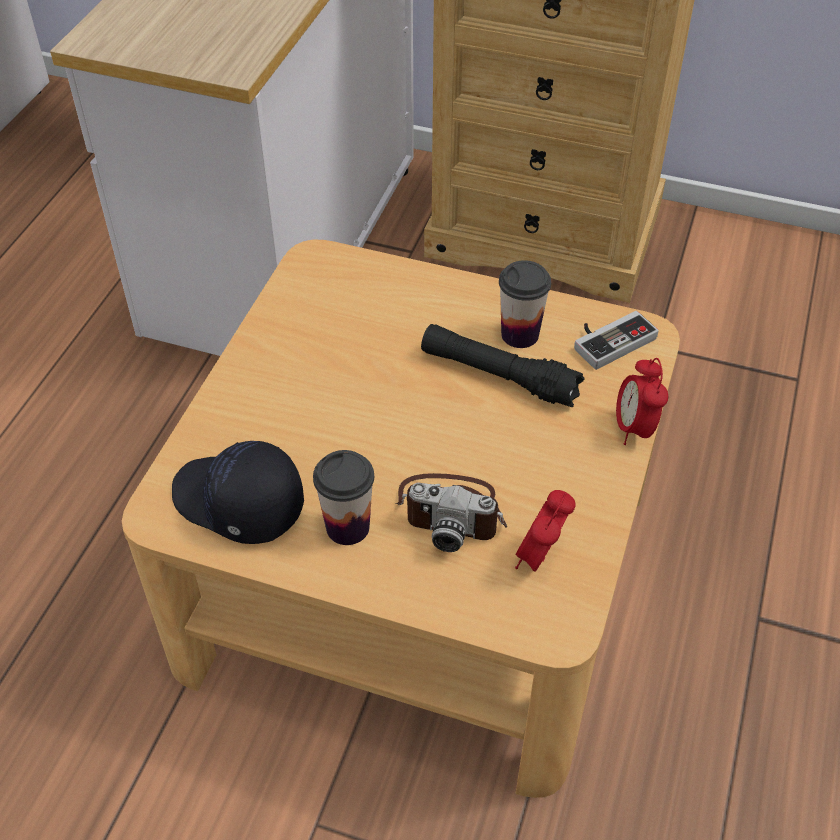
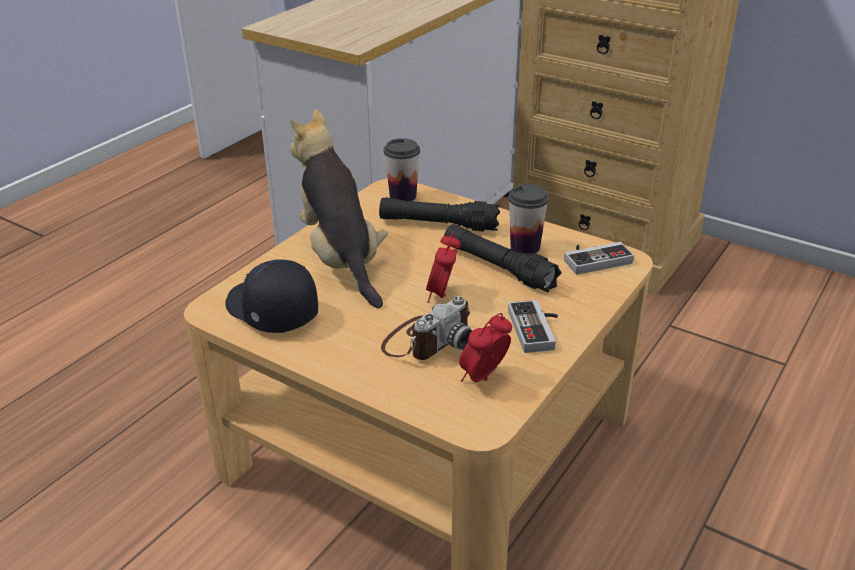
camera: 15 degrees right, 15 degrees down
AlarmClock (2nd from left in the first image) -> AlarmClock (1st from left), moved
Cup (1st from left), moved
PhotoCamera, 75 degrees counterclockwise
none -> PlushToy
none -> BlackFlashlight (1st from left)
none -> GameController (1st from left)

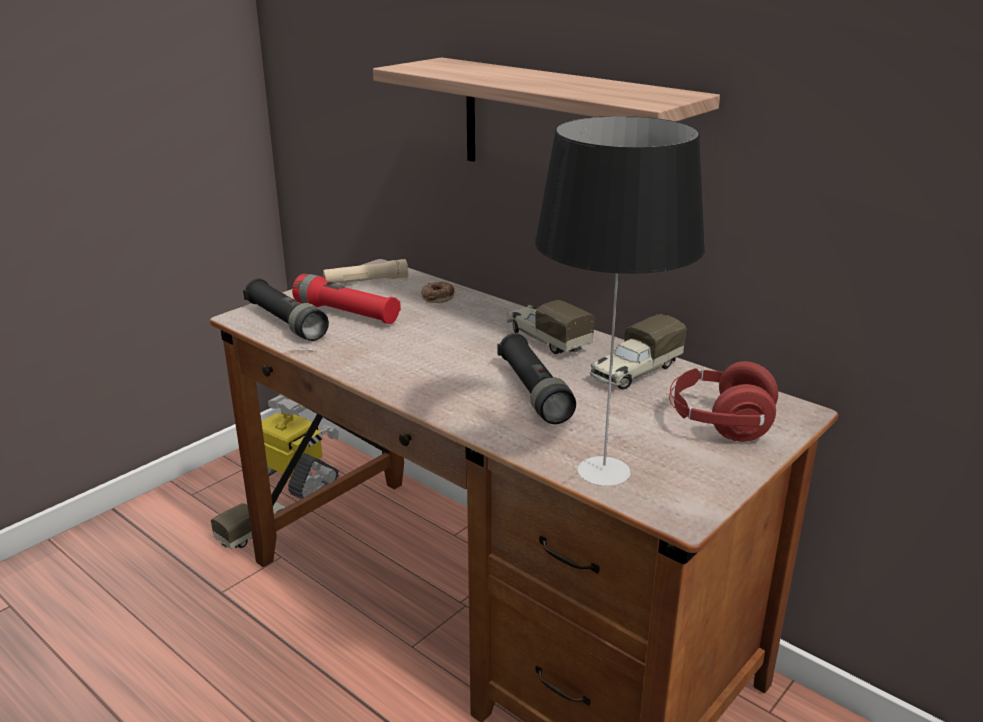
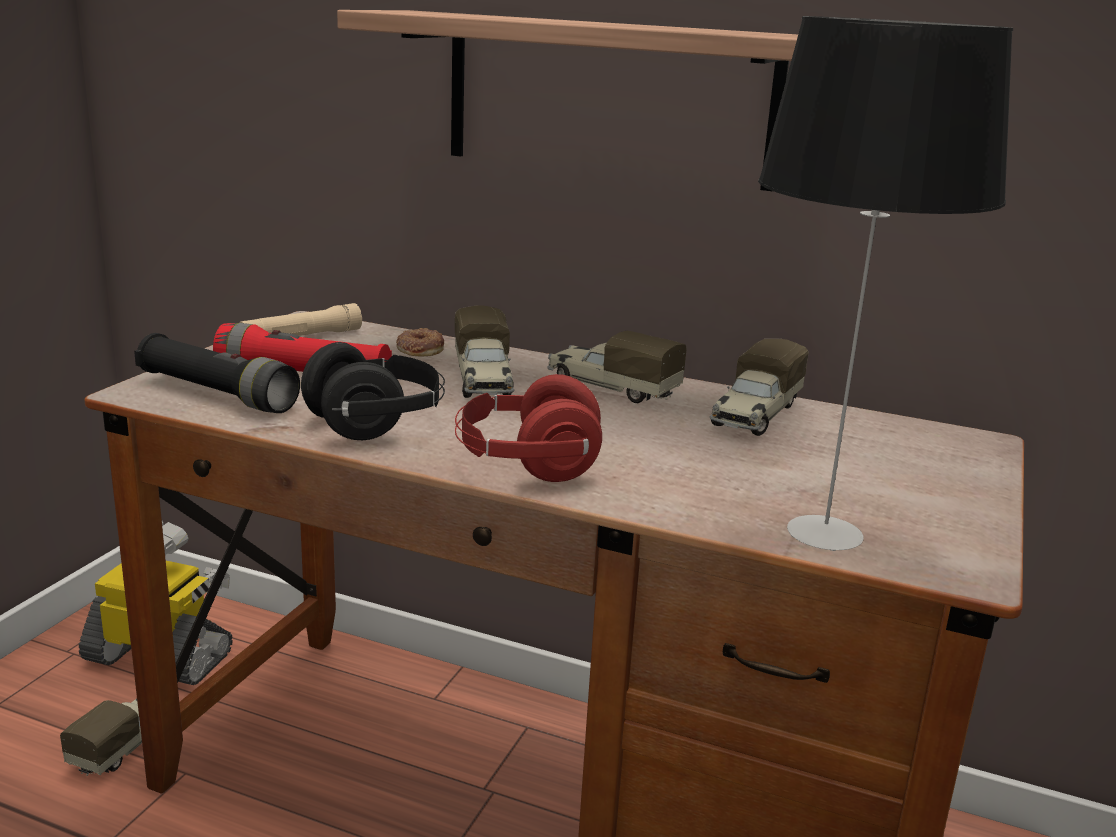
camera: 20 degrees left, 5 degrees down
BlackFlashlight (2nd from left) -> none
RedHeadphones, moved
none -> ToyTruck (2nd from left)
none -> BlackHeadphones

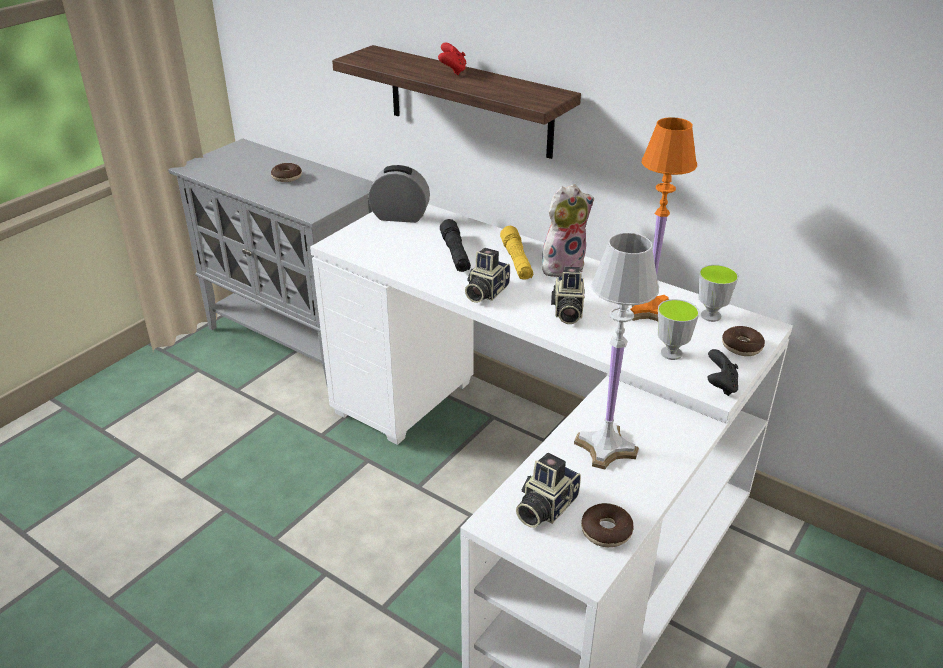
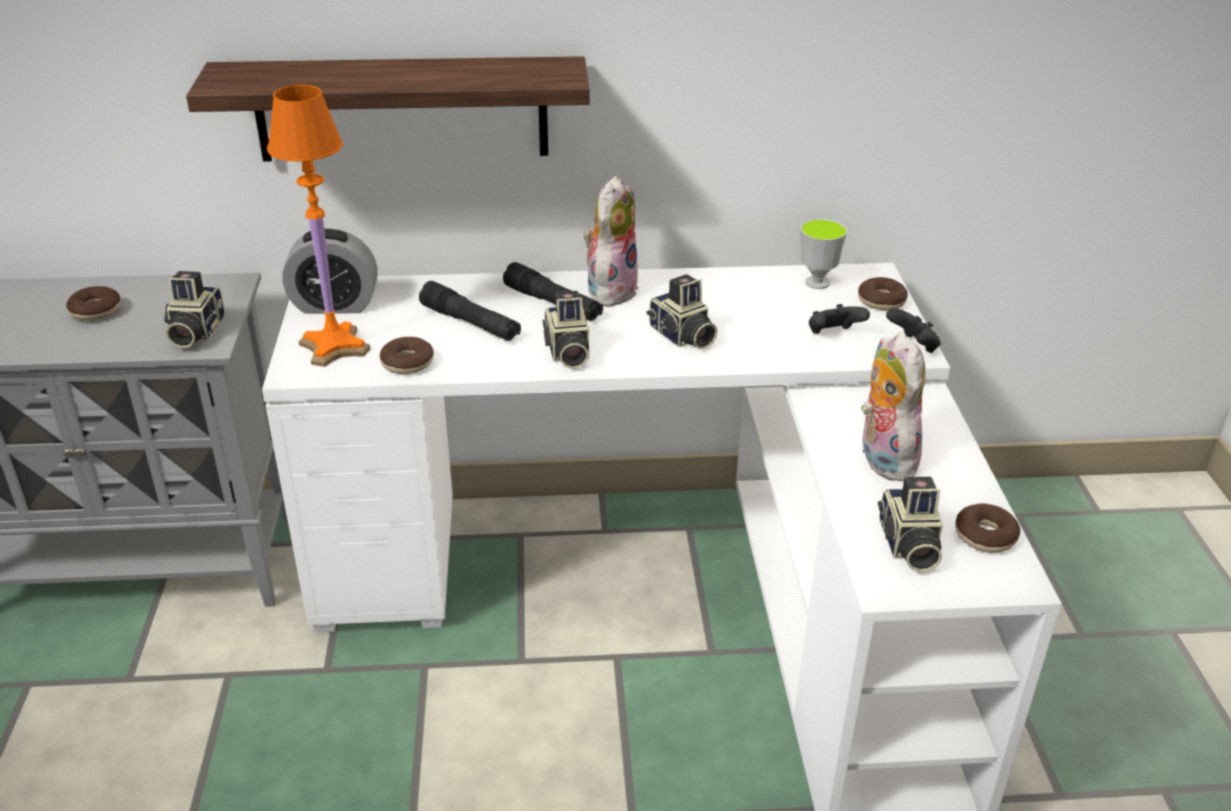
camera: 40 degrees left, 0 degrees up
RedGameController -> none
OrangeTableLamp, moved
AlarmClock, 150 degrees counterclockwise
YellowFlashlight -> BlackFlashlight (2nd from left)
WhiteTableLamp -> PlushToy (2nd from left)
Cup (1st from left) -> BlackGameController (1st from left)
none -> PhotoCamera (1st from left)
none -> Donut (2nd from left)

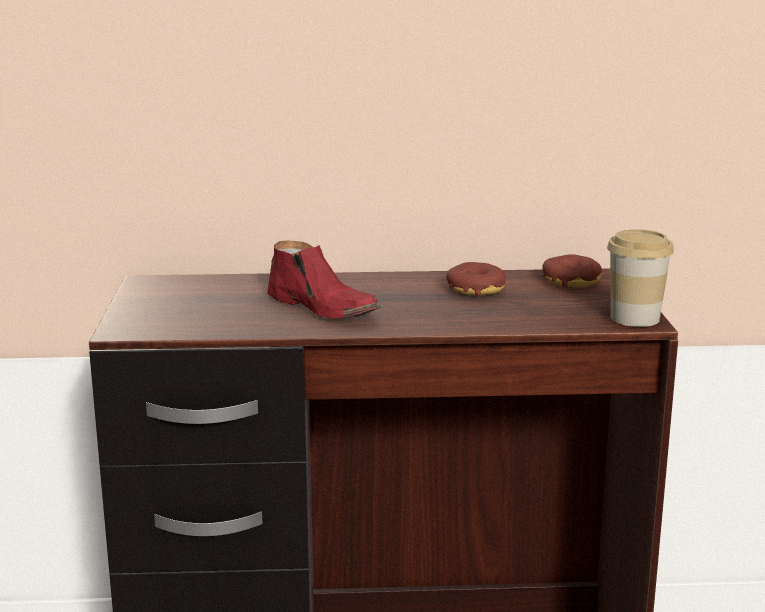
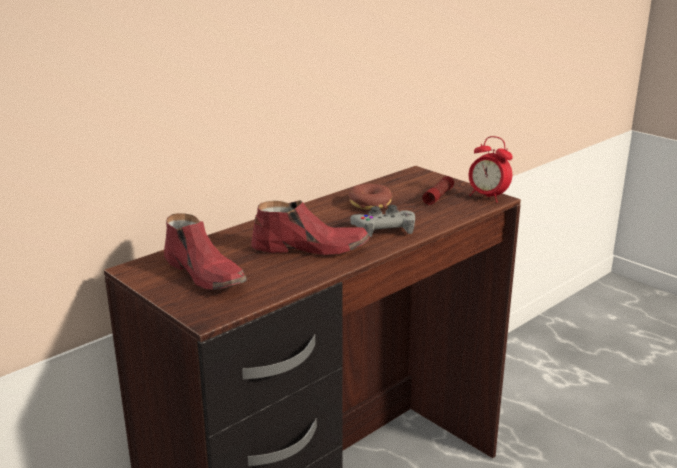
camera: 40 degrees left, 5 degrees up
Cup -> AlarmClock
Donut (2nd from left) -> none
none -> Flashlight
none -> GreyGameController
none -> RedShoe (1st from left)

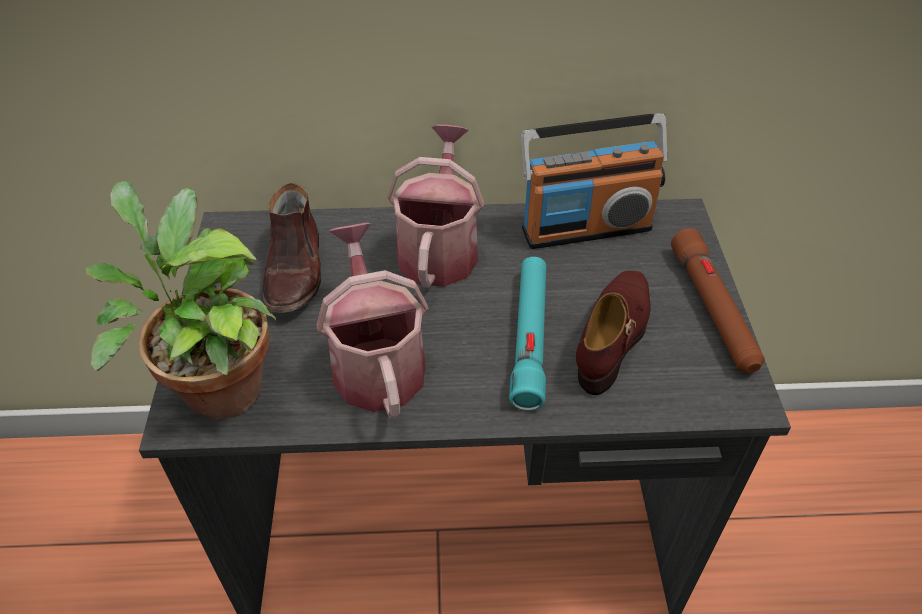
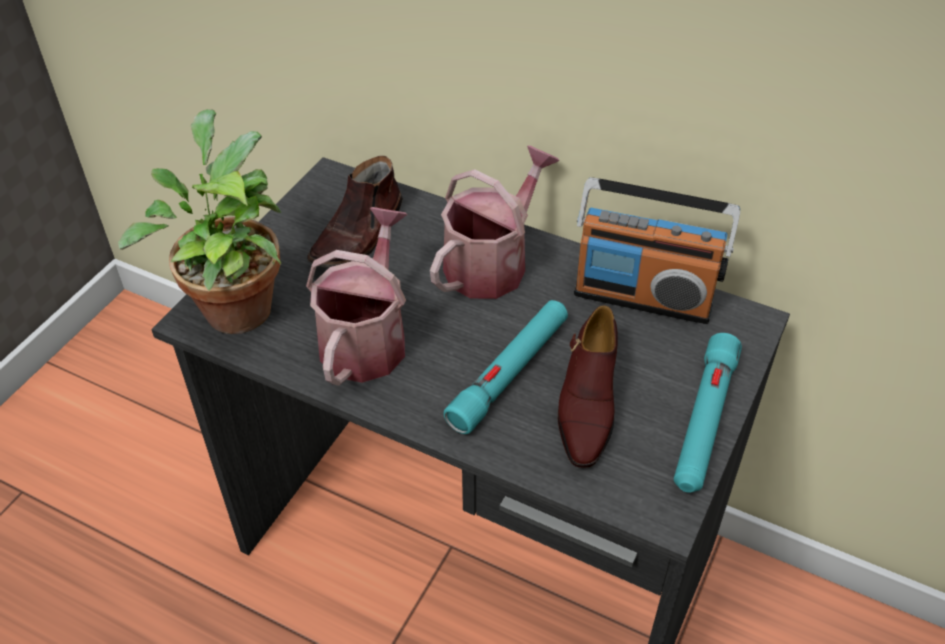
camera: 30 degrees right, 0 degrees up
BrownFlashlight -> TurquoiseFlashlight (2nd from left)
BrownShoe (2nd from left), 135 degrees clockwise

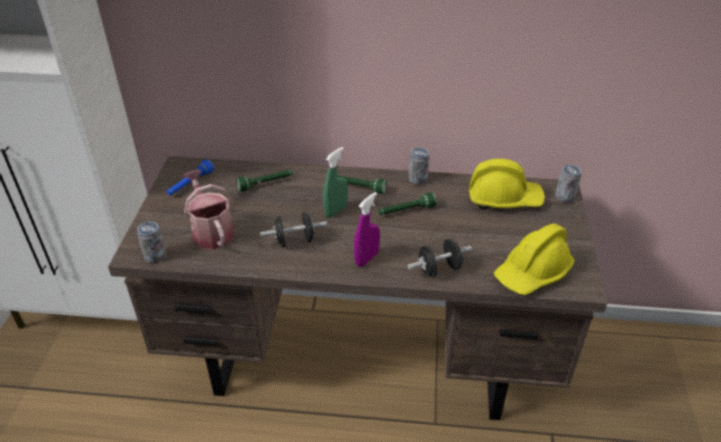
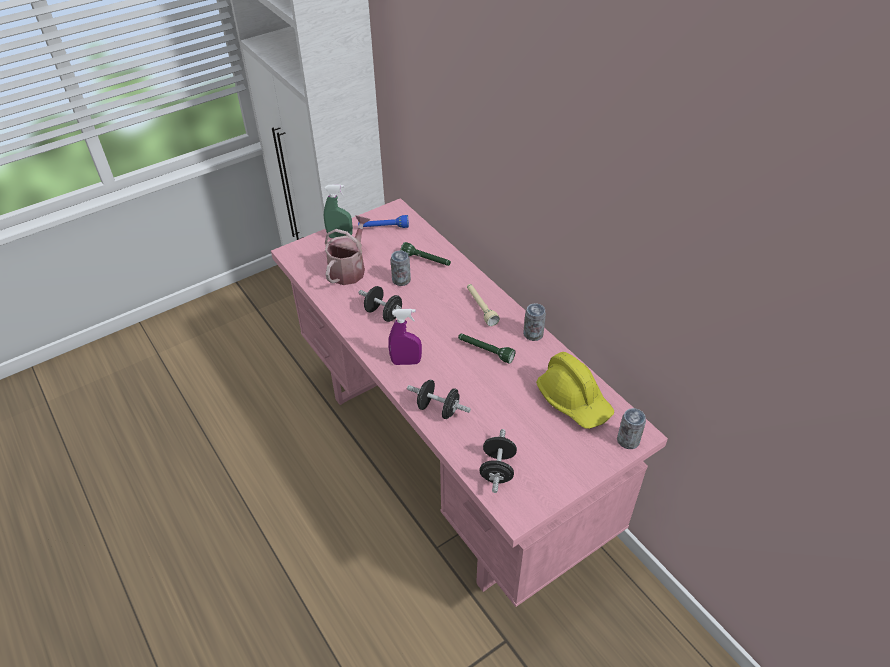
camera: 50 degrees right, 5 degrees up
GreenSprayBottle, moved
BrownDesk -> PinkDesk
GreenFlashlight (2nd from left) -> BeigeFlashlight
Can (1st from left), moved
YellowHardHat (2nd from left) -> BlackDumbbell (3rd from left)

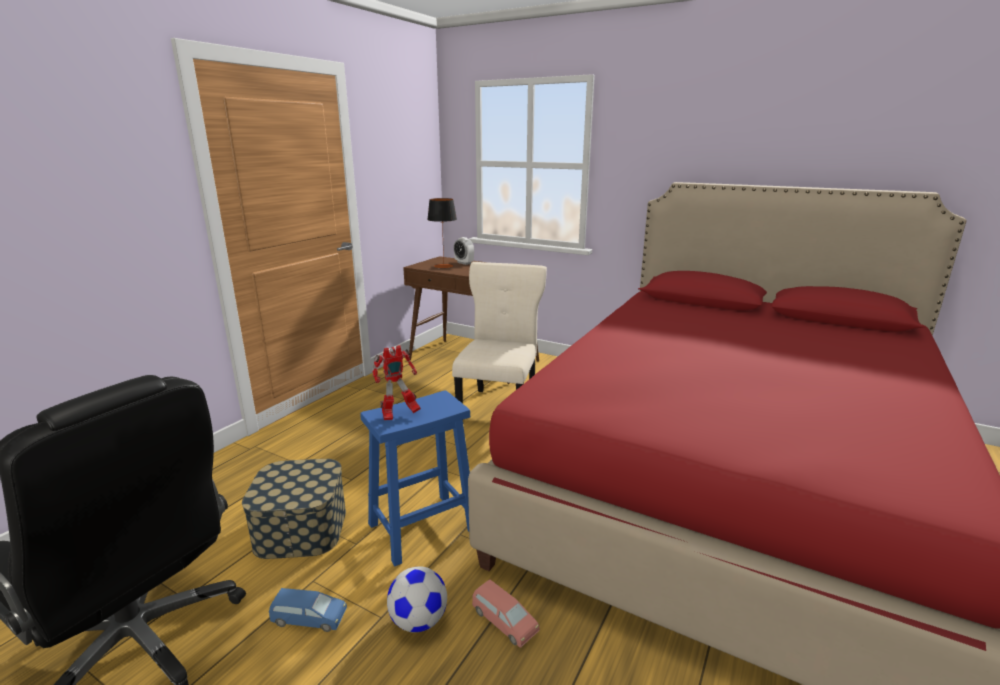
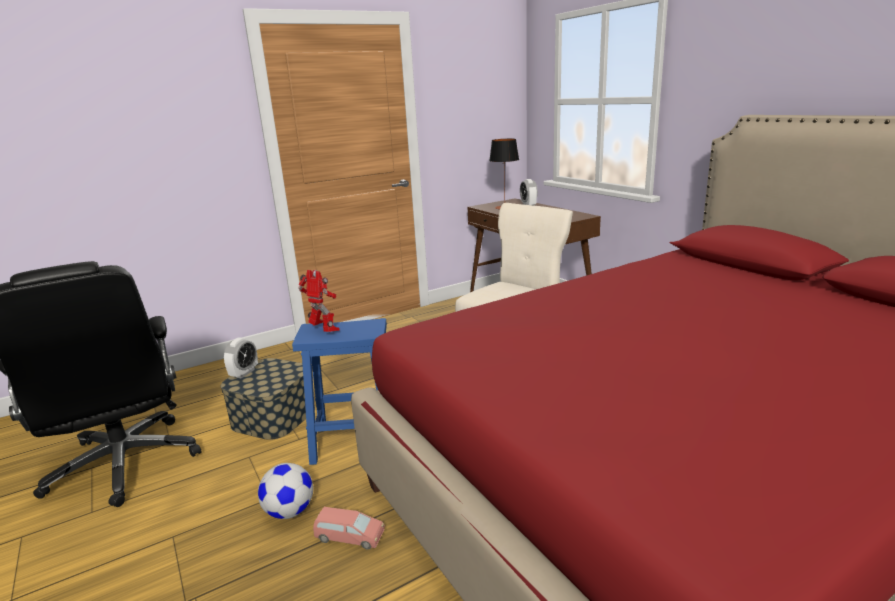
camera: 30 degrees right, 0 degrees up
ToyRobot, 150 degrees counterclockwise
PinkToyCar, 60 degrees counterclockwise
BlueToyCar -> none
none -> AlarmClock (1st from left)

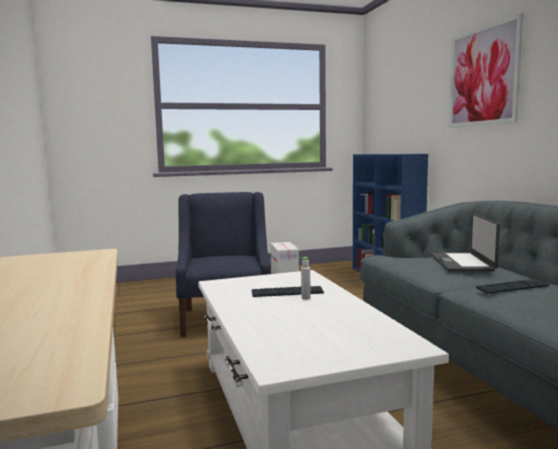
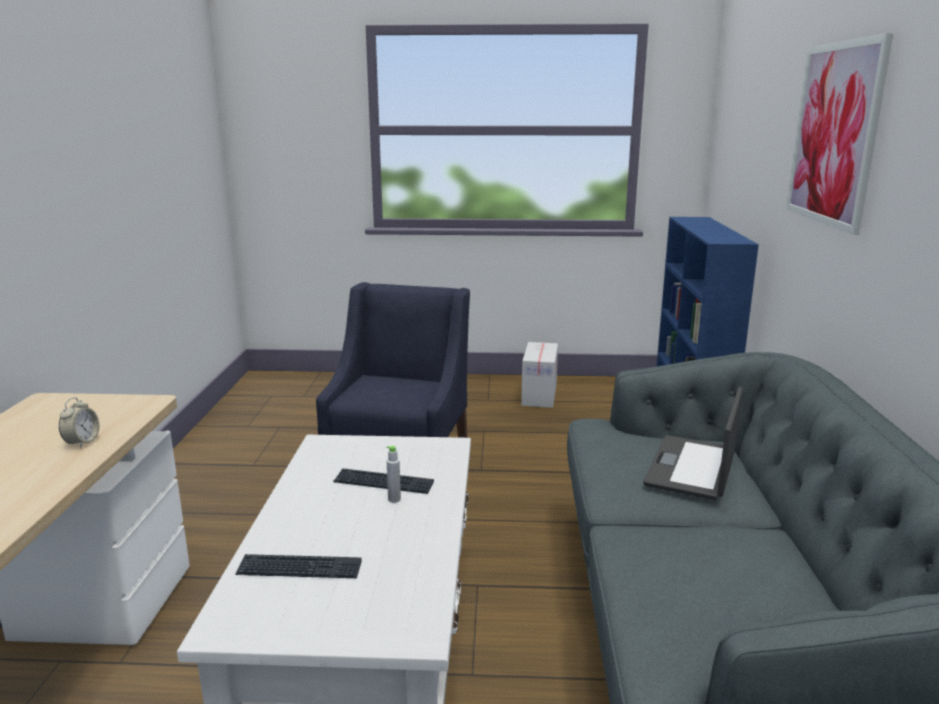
camera: 20 degrees right, 10 degrees up
Keyboard (2nd from left in the first image) -> Keyboard (1st from left), moved
none -> AlarmClock

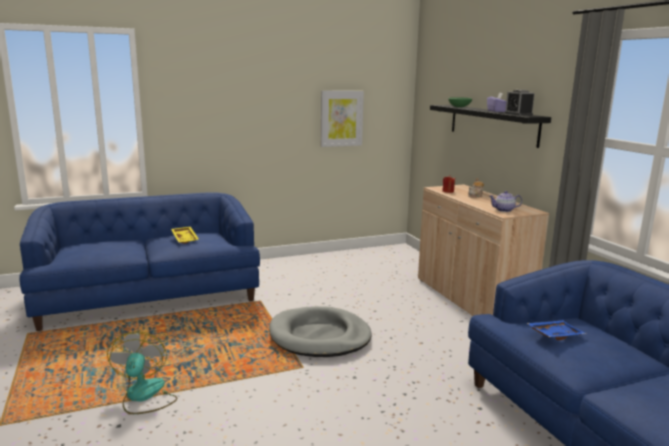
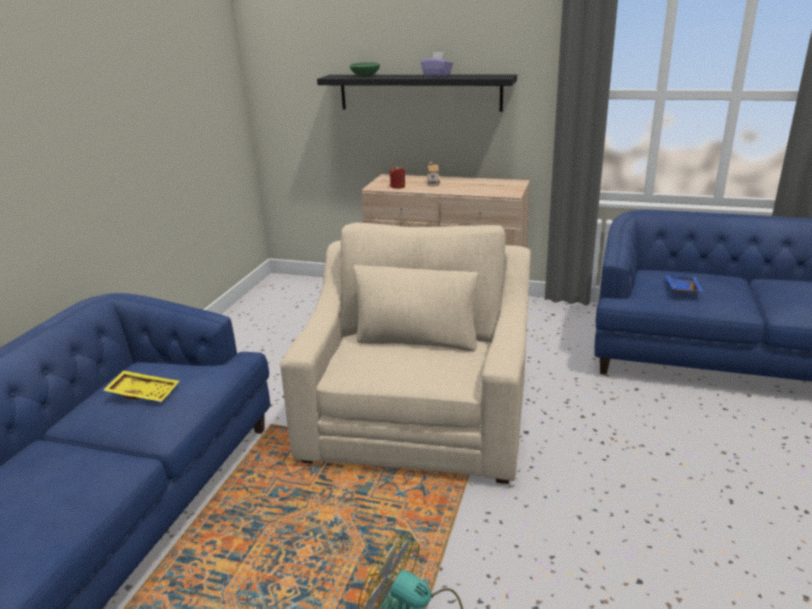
camera: 50 degrees left, 10 degrees up
AlarmClock -> none
Picture -> none
Teapot (2nd from left) -> none
GreyDogBed -> BeigeArmchair

